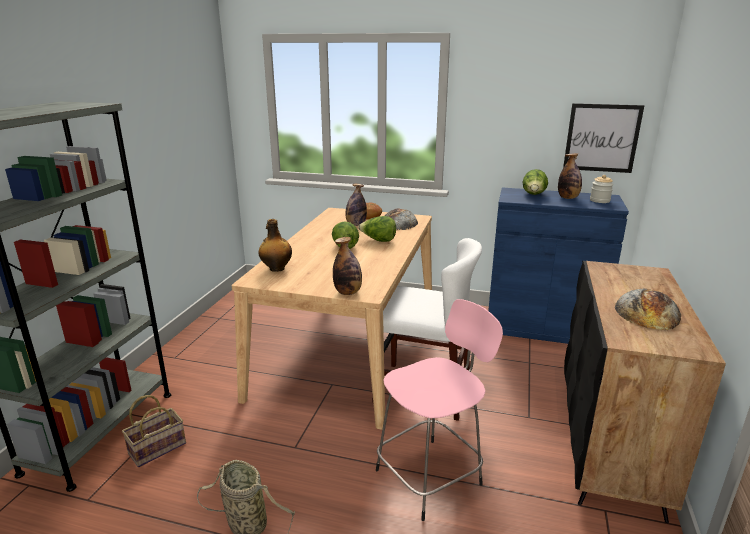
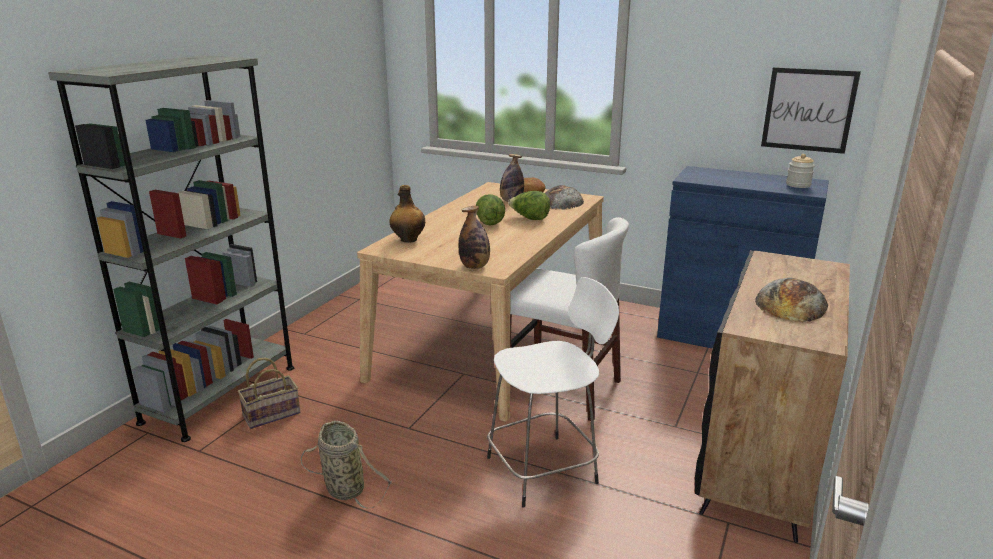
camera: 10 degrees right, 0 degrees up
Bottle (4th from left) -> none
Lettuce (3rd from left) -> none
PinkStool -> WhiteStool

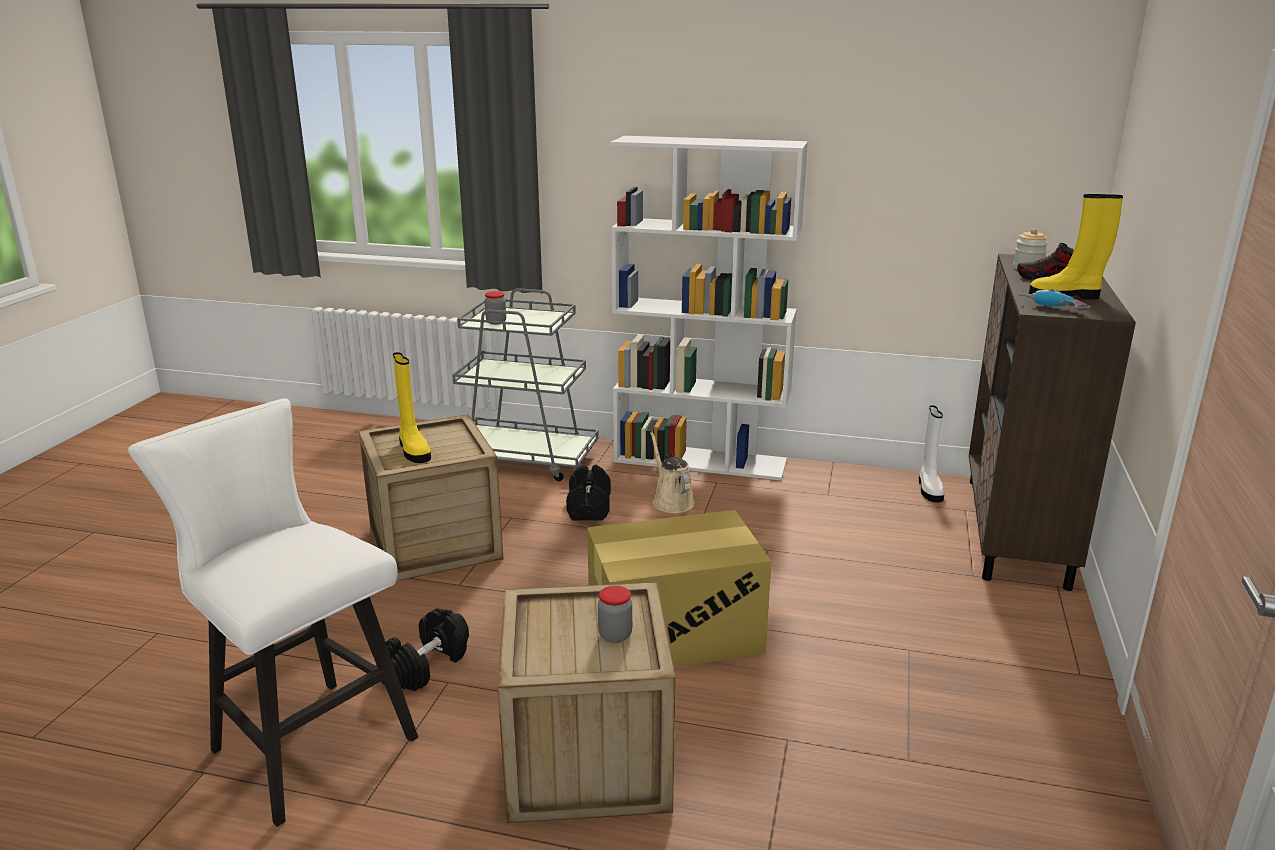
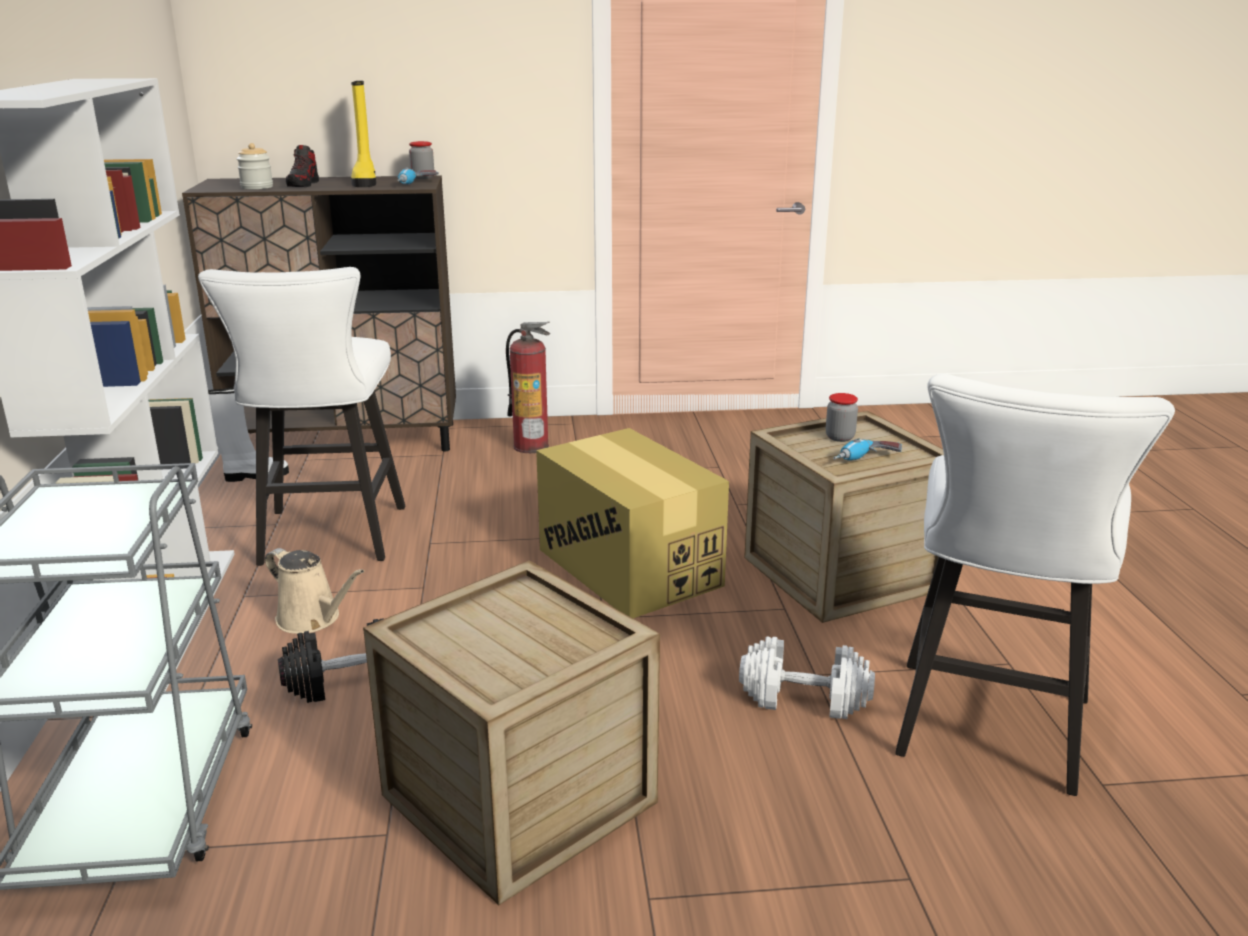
camera: 110 degrees left, 0 degrees up
Jar (1st from left in the first image) -> Jar (2nd from left), moved
YellowBoot (1st from left) -> none
BeigeWateringCan, 105 degrees counterclockwise
BlackDumbbell (1st from left) -> WhiteDumbbell
none -> WhiteStool (1st from left)
none -> FireExtinguisher
none -> PowerDrill (2nd from left)

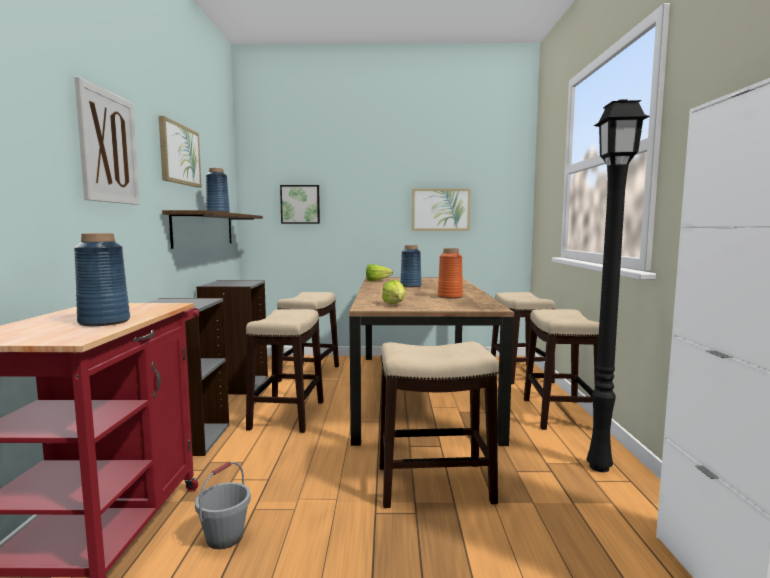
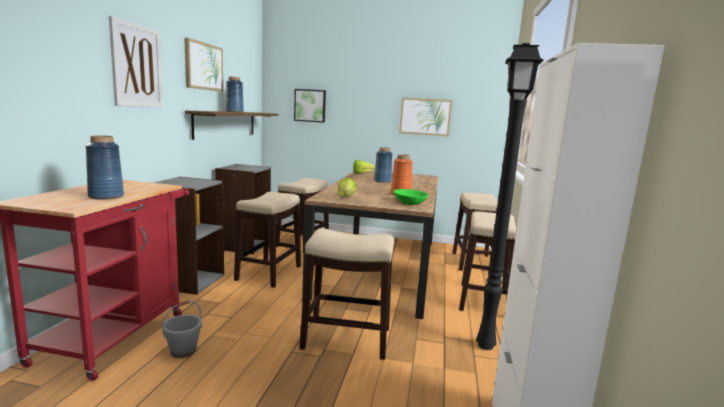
camera: 10 degrees right, 5 degrees up
none -> GreenBowl

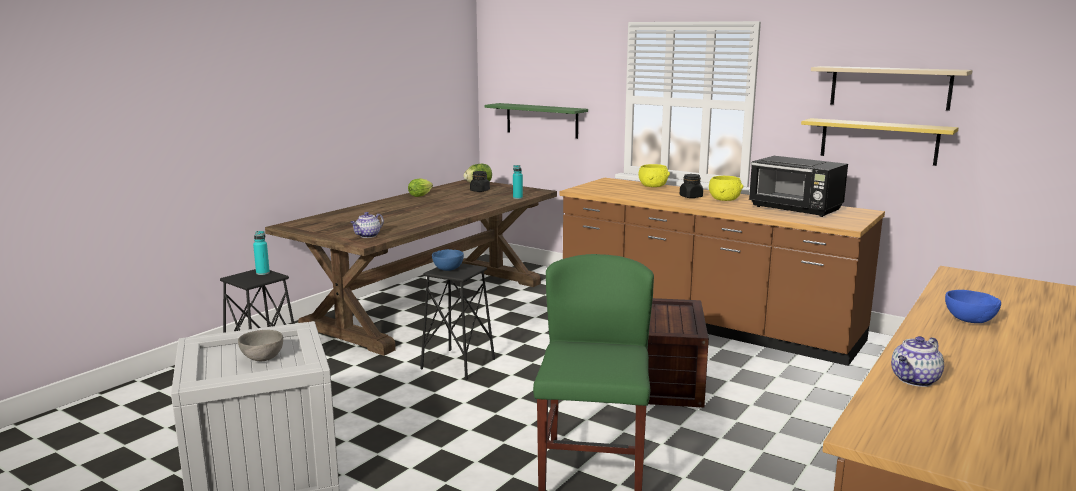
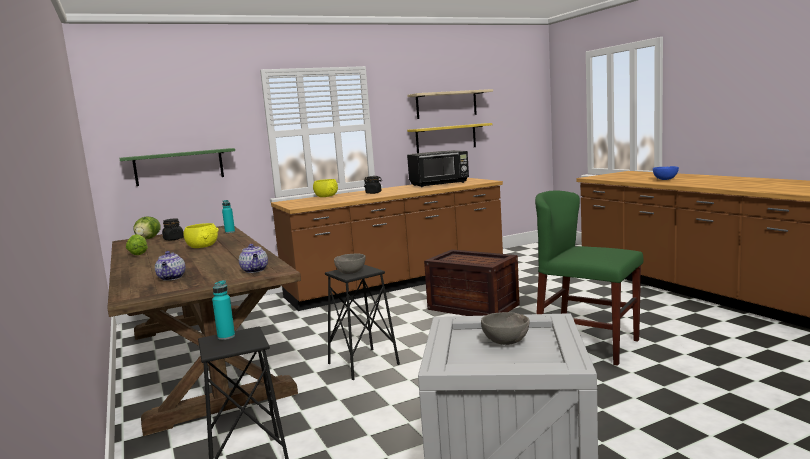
camera: 60 degrees left, 5 degrees down
YellowBowl (2nd from left in the first image) -> YellowBowl (1st from left), moved
BlueBowl (1st from left) -> GreyBowl (1st from left)
Teapot (2nd from left in the first image) -> Teapot (1st from left), moved

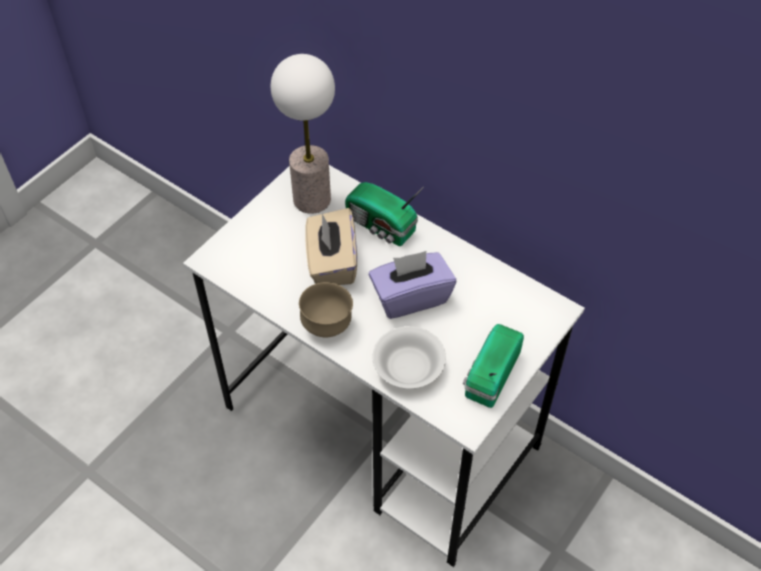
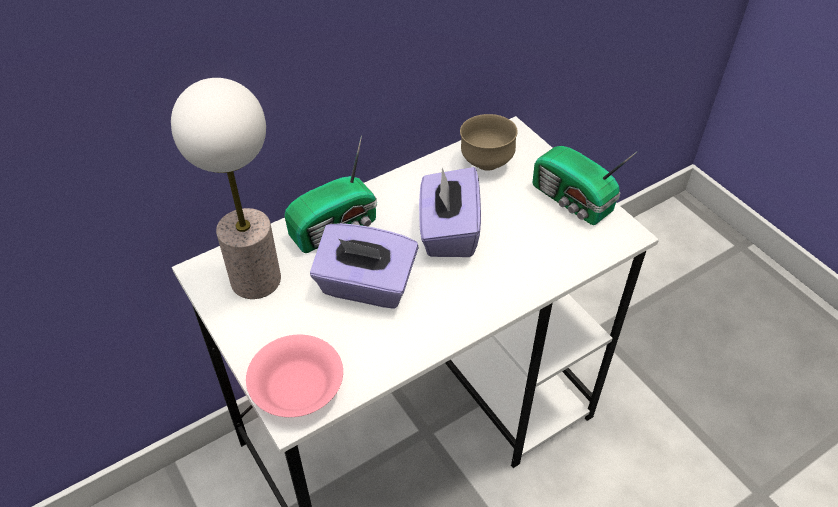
camera: 70 degrees left, 5 degrees down
BeigeTissueBox -> PurpleTissueBox (1st from left)
BrownBowl, moved
WhiteBowl -> none
none -> PinkBowl

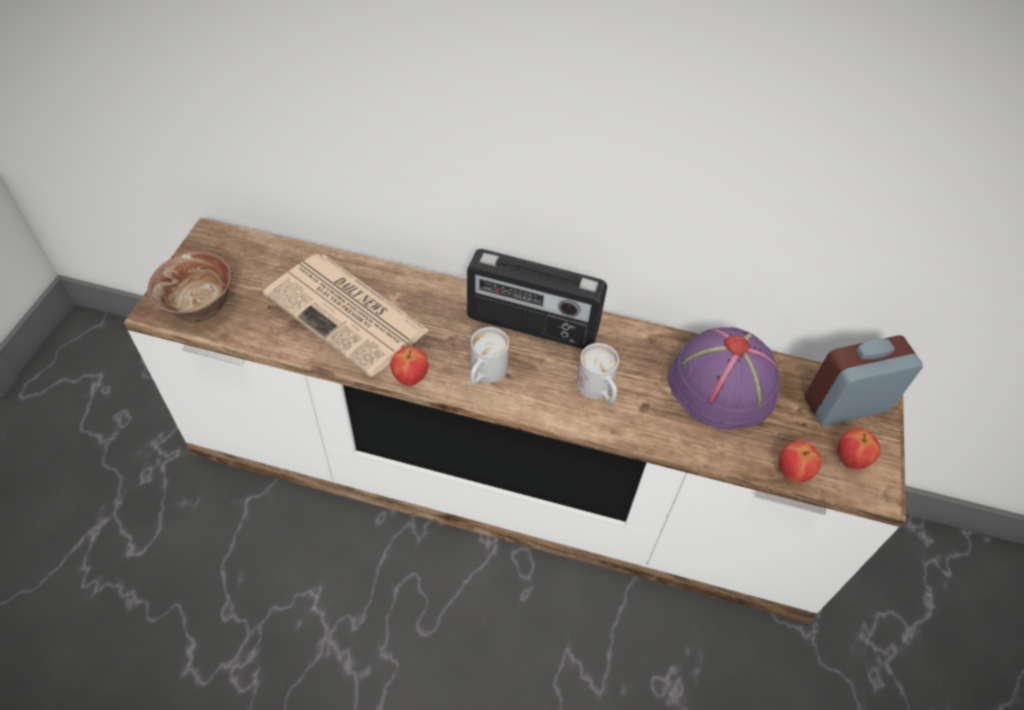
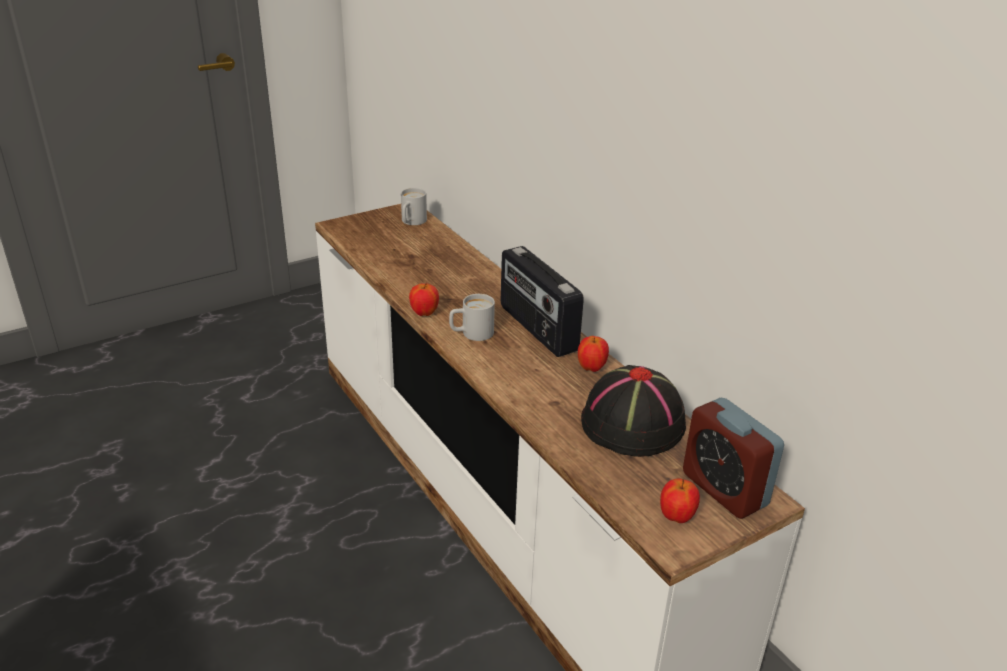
camera: 45 degrees right, 20 degrees down
Bowl -> none
Newspaper -> none
PurpleHat -> BlackHat
AlarmClock, 150 degrees counterclockwise
WhiteMug (2nd from left in the first image) -> WhiteMug (1st from left), moved
Apple (2nd from left), moved

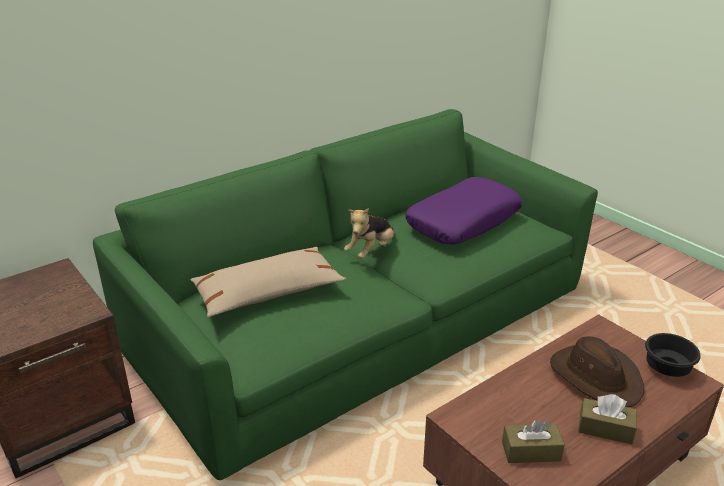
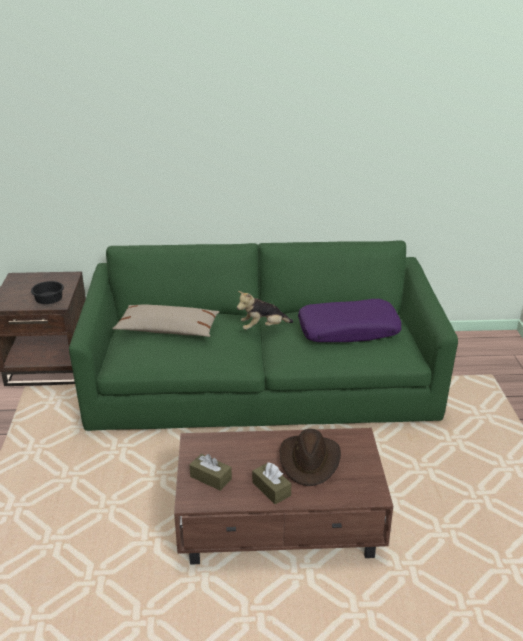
camera: 35 degrees right, 0 degrees up
BlackBowl, moved

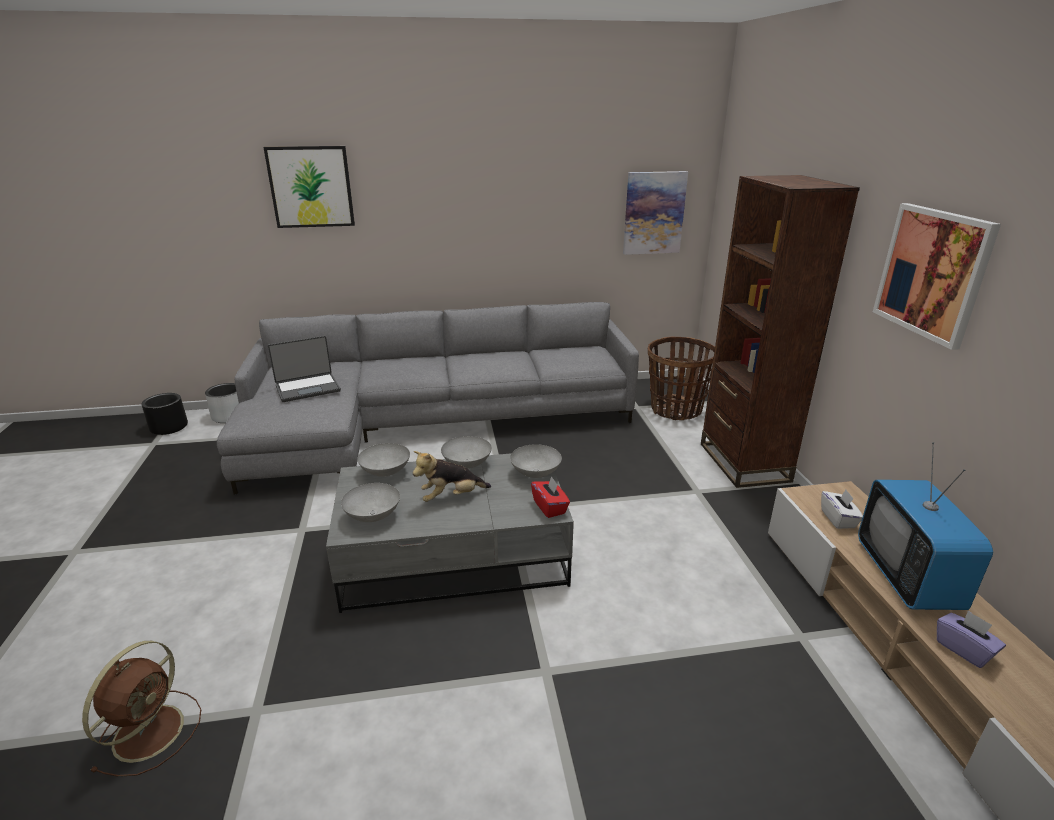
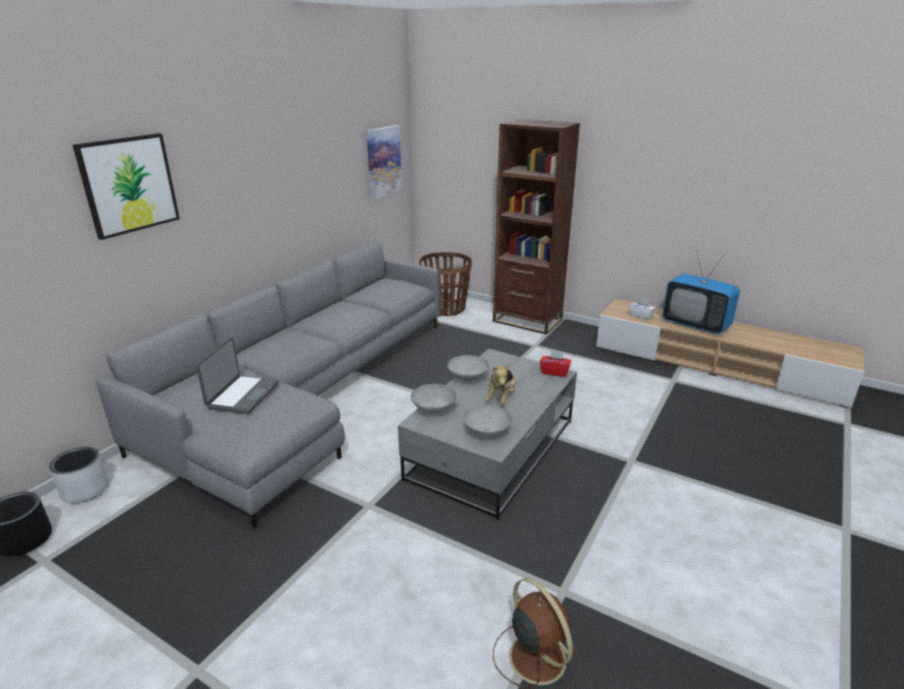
camera: 50 degrees left, 0 degrees up
Picture (3rd from left) -> none
GreyBowl (4th from left) -> none
PurpleTissueBox -> none

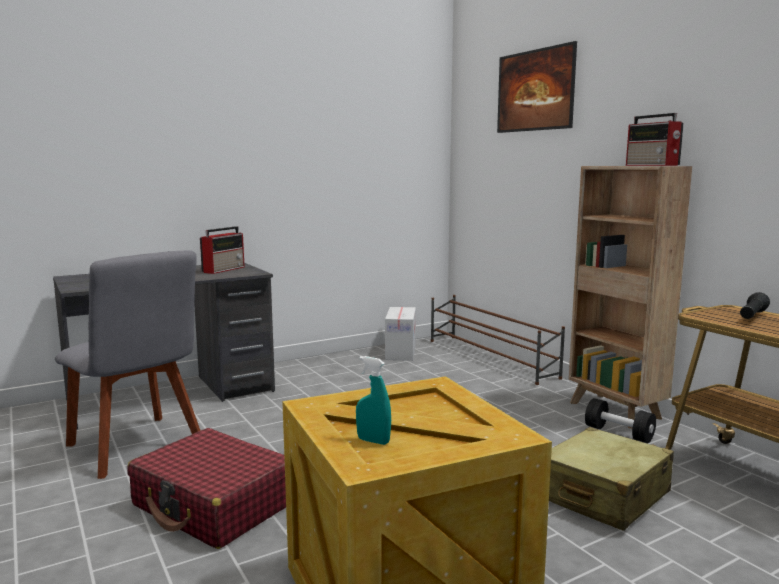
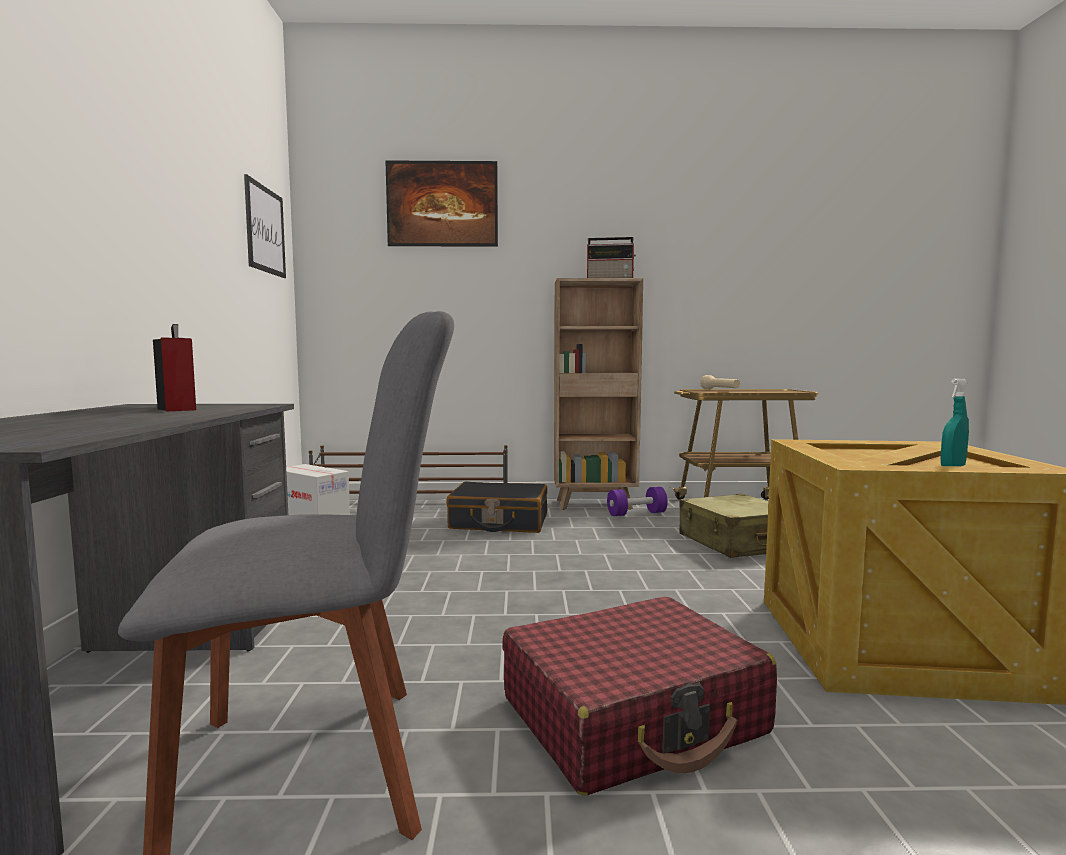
camera: 60 degrees left, 5 degrees down
BlackFlashlight -> BeigeFlashlight
BlackDumbbell -> PurpleDumbbell
none -> Picture (1st from left)
none -> BlackSuitcase

